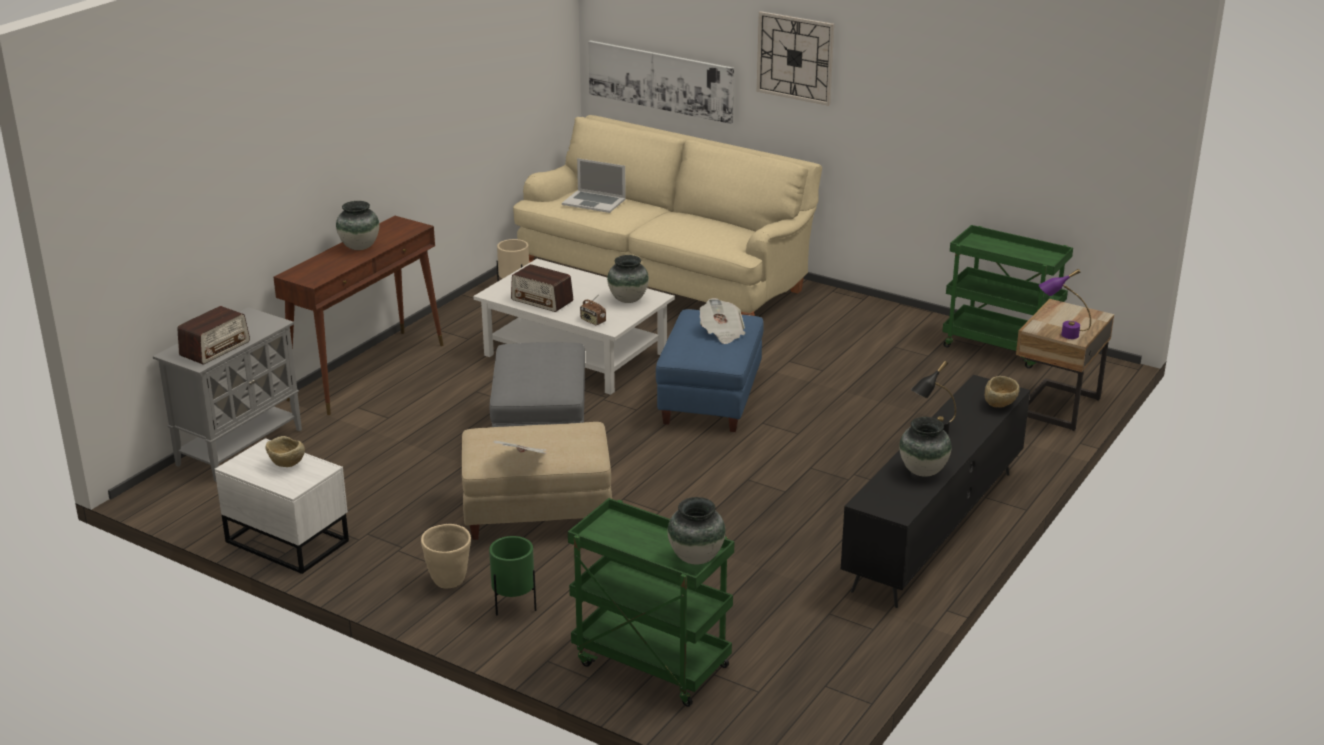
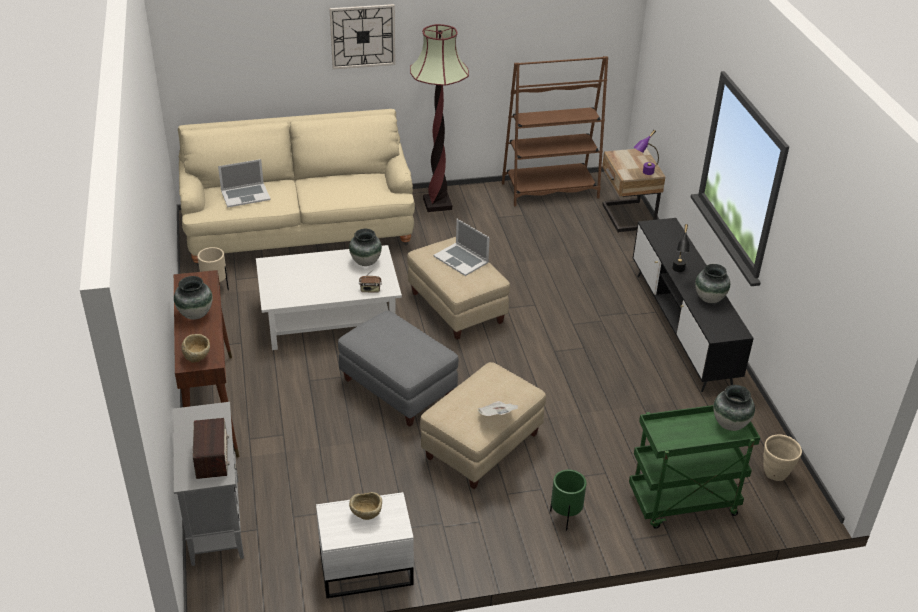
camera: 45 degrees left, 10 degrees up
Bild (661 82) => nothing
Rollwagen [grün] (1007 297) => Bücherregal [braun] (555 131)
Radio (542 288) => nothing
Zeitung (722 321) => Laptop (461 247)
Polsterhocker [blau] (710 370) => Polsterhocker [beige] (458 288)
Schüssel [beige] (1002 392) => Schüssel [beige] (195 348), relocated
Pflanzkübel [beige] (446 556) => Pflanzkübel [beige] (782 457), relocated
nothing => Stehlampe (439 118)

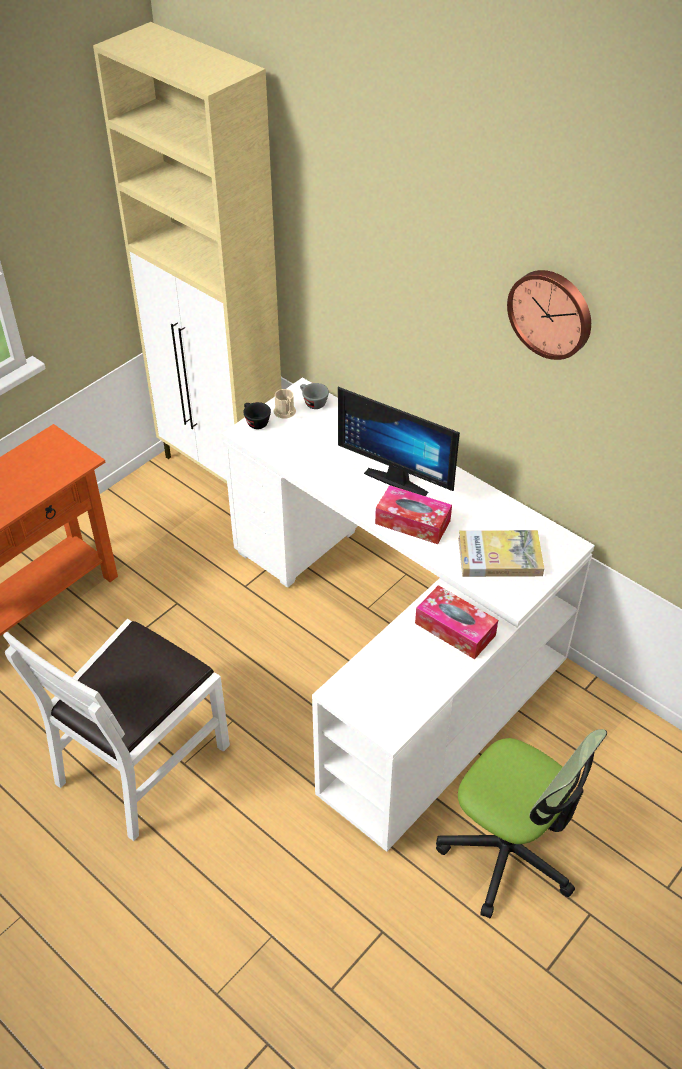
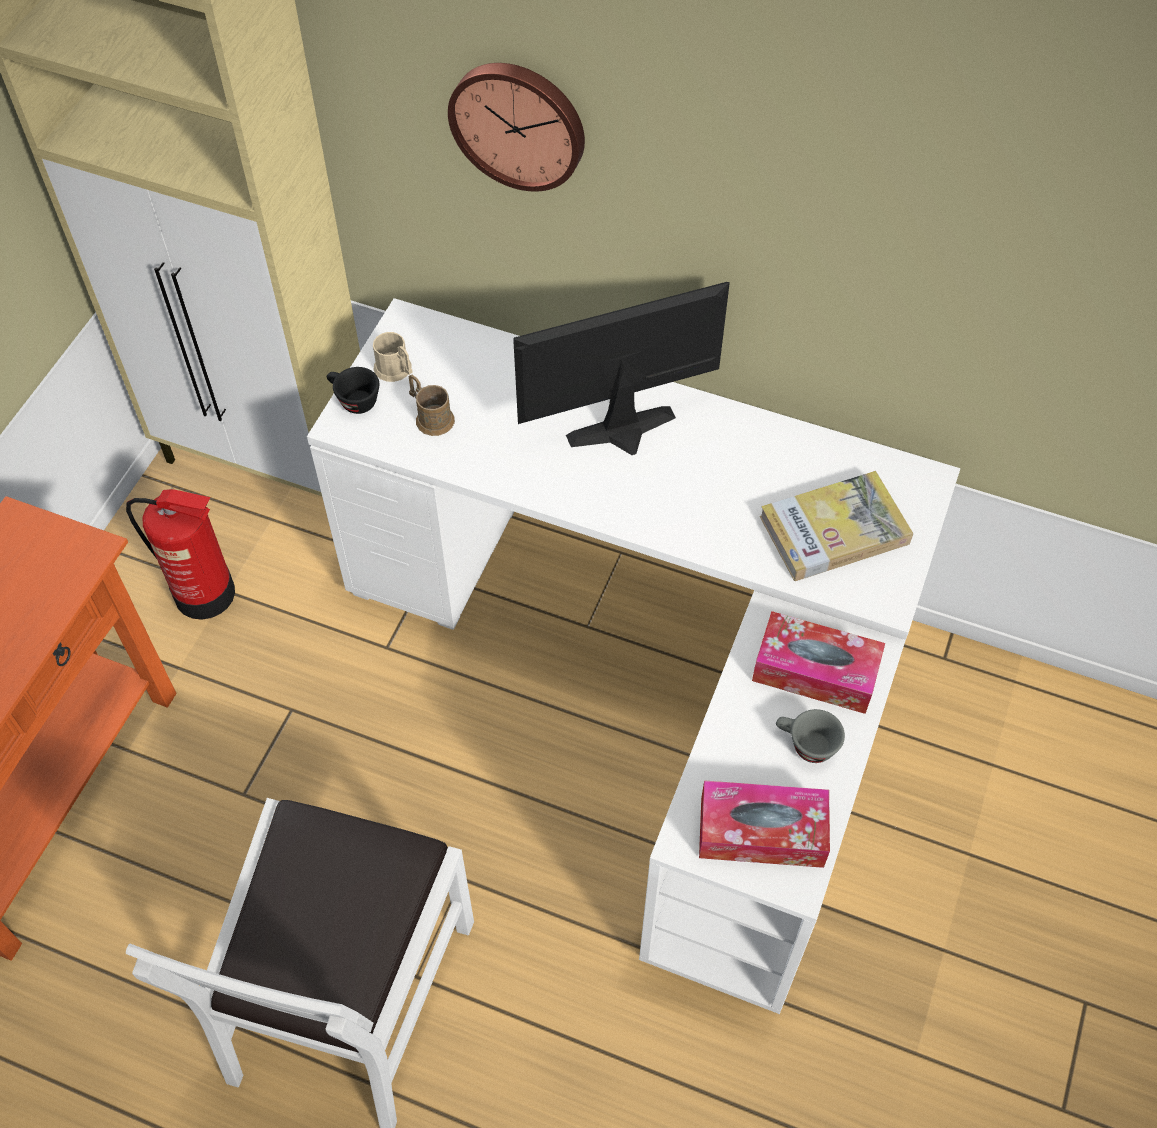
camera: 20 degrees left, 10 degrees up
Wanduhr (549 315) => Wanduhr (516 127), relocated
Tasse [grau] (314 396) => Tasse [grau] (810 736), relocated
Monitor (399 441) => Monitor (621 368), 150 degrees clockwise
Taschentuchbox (413 514) => Taschentuchbox (764 824), relocated
Bürostuhl (521 823) => nothing
nothing => Henkelbecher [braun] (431 405)
nothing => Feuerlöscher (180 553)

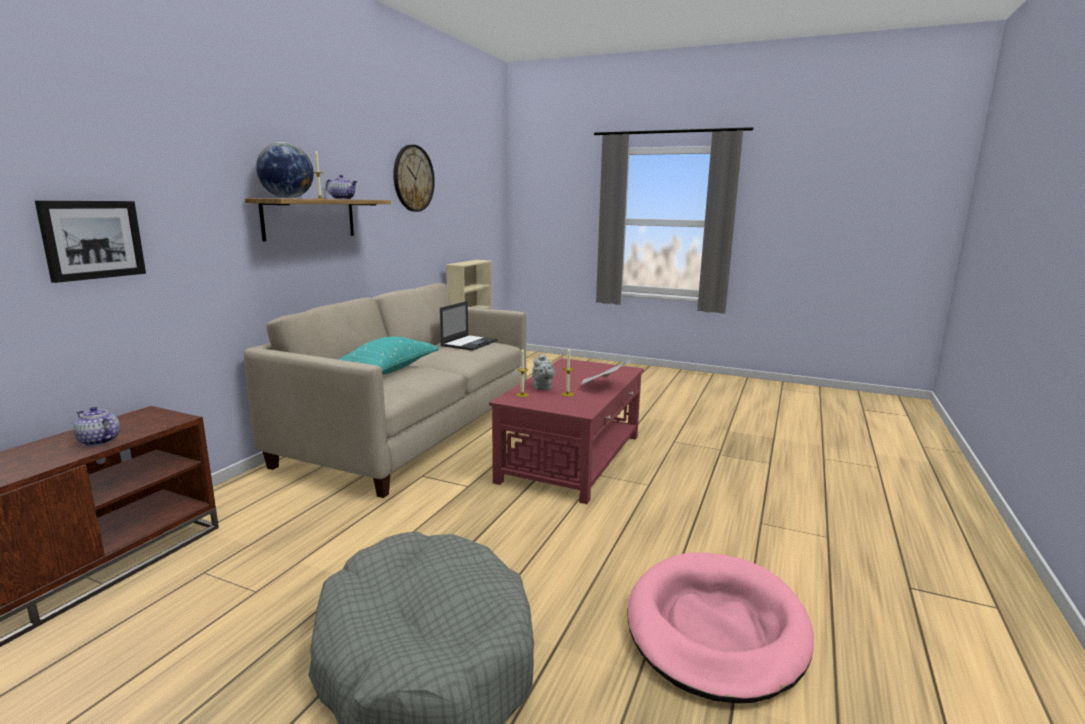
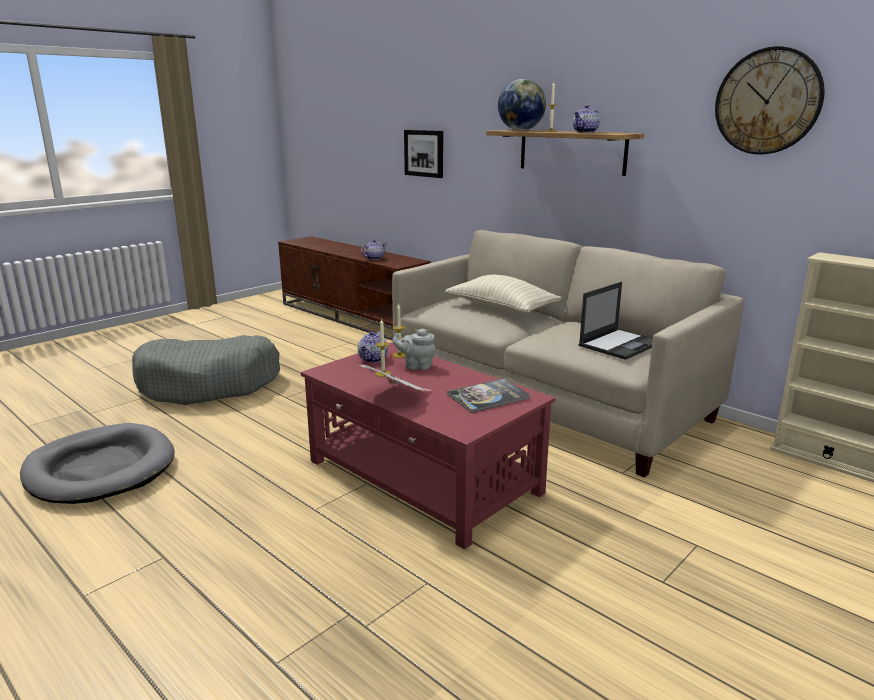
camera: 110 degrees right, 5 degrees up
Laptop (469 326) => Laptop (616 321), 90 degrees counterclockwise
Kissen [türkis] (388 355) => Kissen [beige] (503 294)
Hundebett [rosa] (721 628) => Hundebett [grau] (97 463)
nothing => Teekanne (373 347)
nothing => Buch (488 395)

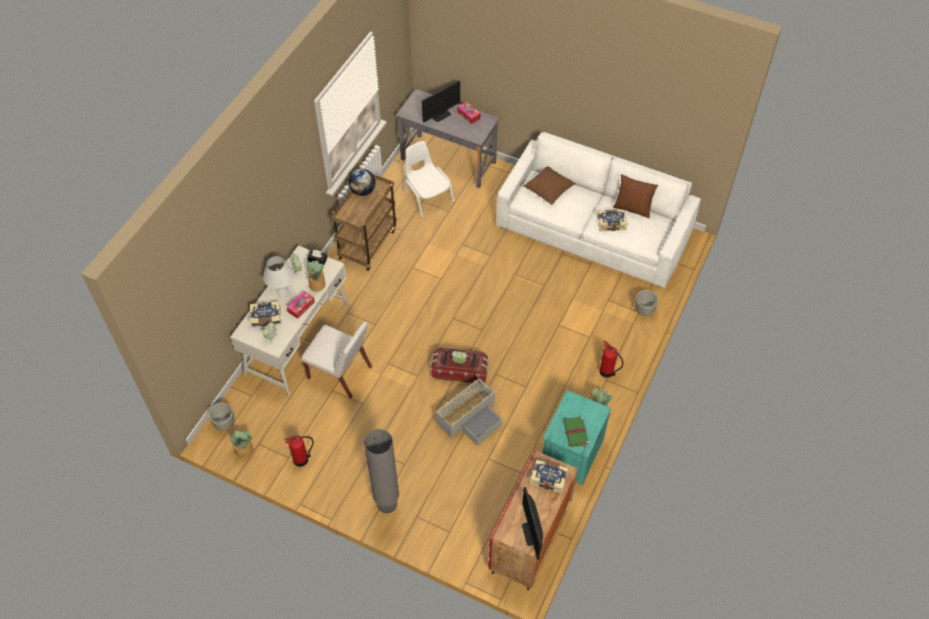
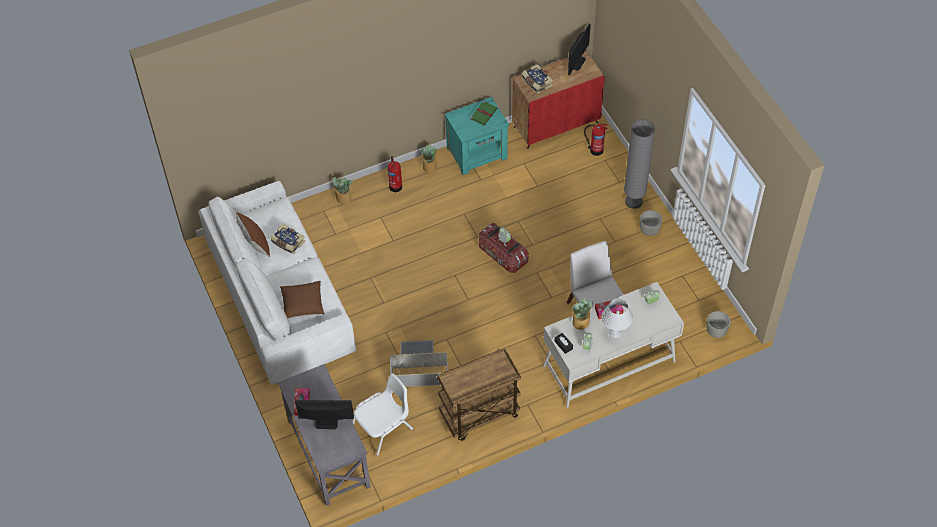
camera: 140 degrees left, 0 degrees up
Stuhl [weiß] (428 179) => Stuhl [weiß] (382 414), 135 degrees counterclockwise
Globus (361 182) => nothing
Pflanzkübel [grau] (646 303) => Pflanzkübel [grau] (651 223), relocated
Buch (265 313) => nothing
Aufbewahrungsbox [grau] (468 411) => Aufbewahrungsbox [grau] (419 363), relocated
Topfpflanze (242 444) => Topfpflanze (342 190), relocated
Feuerlöscher (299 451) => Feuerlöscher (596 140), relocated

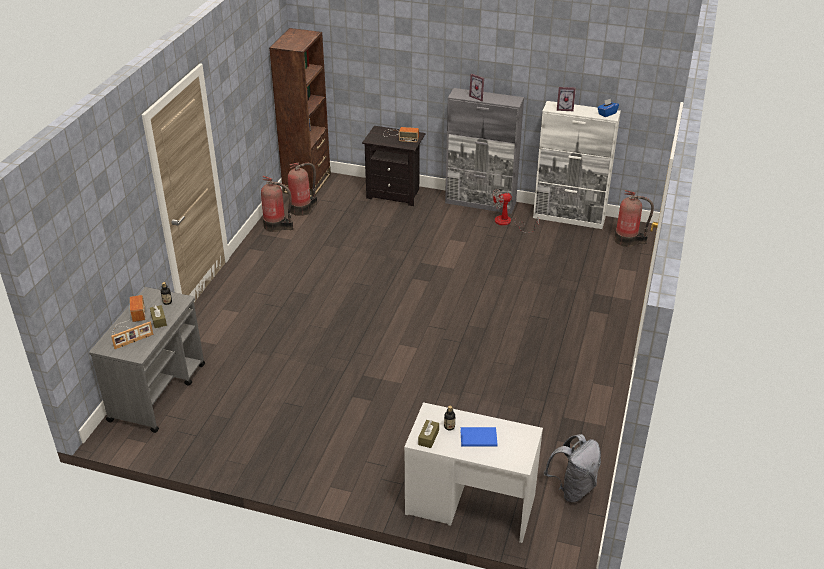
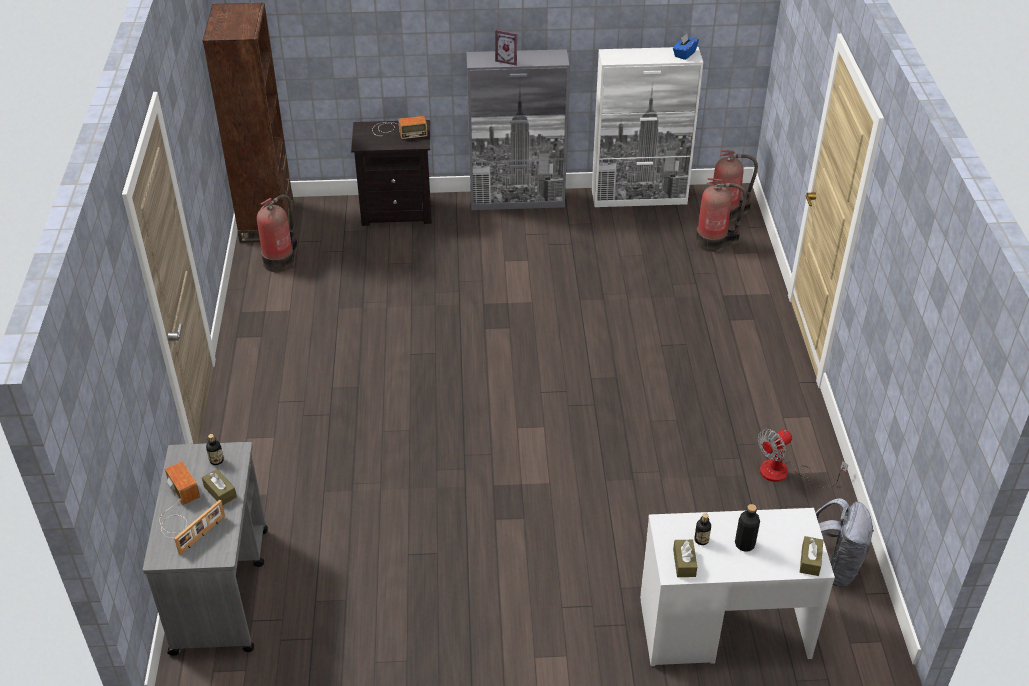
camera: 20 degrees left, 5 degrees up
Bilderrahmen (566 99) => nothing
Feuerlöscher (277 204) => Feuerlöscher (721 215), relocated
Ventilator (516 211) => Ventilator (803 458), relocated
Buch [blau] (478 437) => Flasche [schwarz] (747 528)
nothing => Taschentuchbox [braun] (811 556)

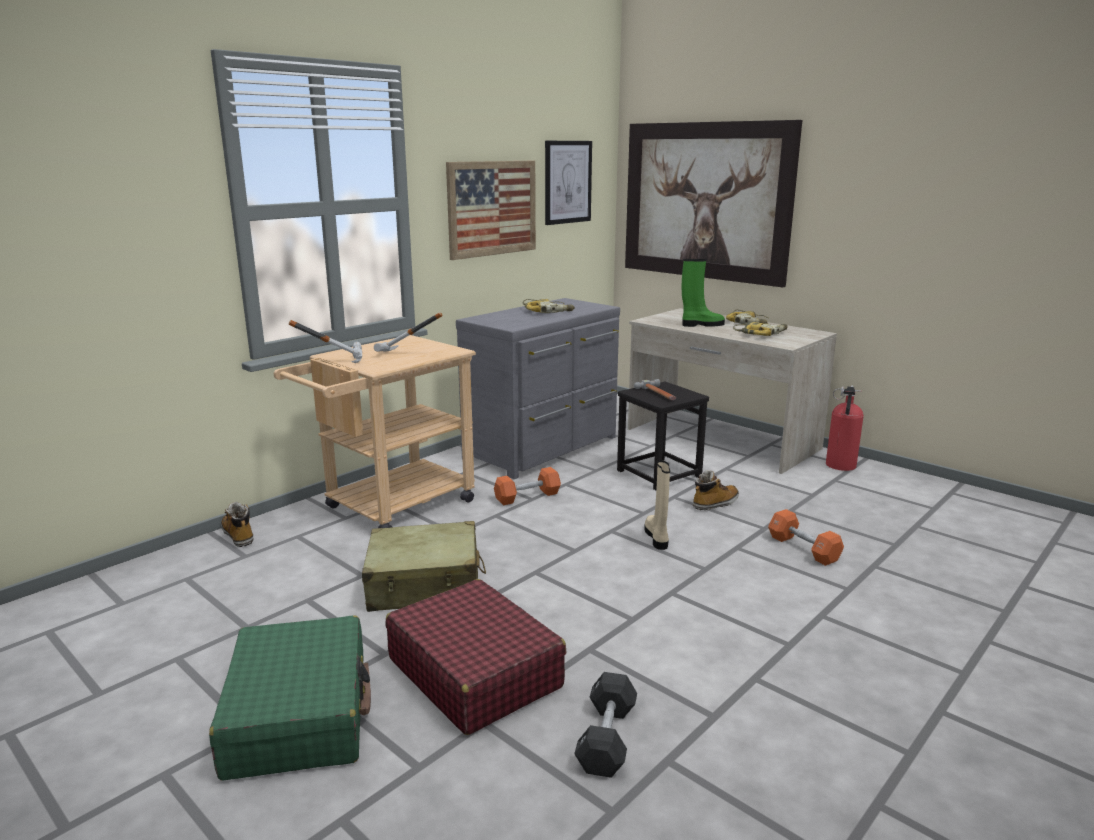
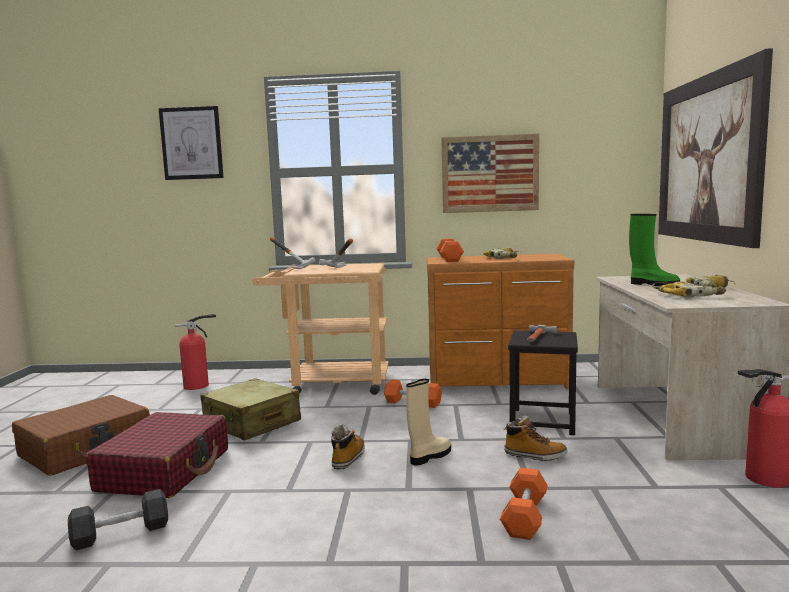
camera: 50 degrees right, 10 degrees down
Bild (568 183) => Bild (191 143), relocated
Kommode [grau] (538 388) => Kommode [braun] (500 321)
Stiefel (237 524) => Stiefel (348 446), relocated
Koffer [grün] (290 698) => Koffer [braun] (81 435)
nothing => Hantel [orange] (450 250)
nothing => Feuerlöscher (195 352)

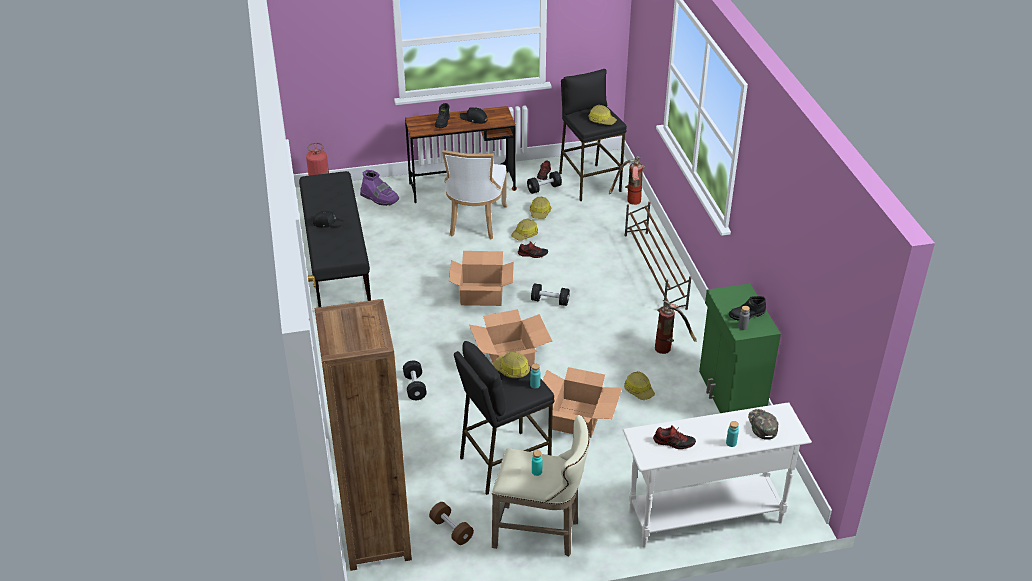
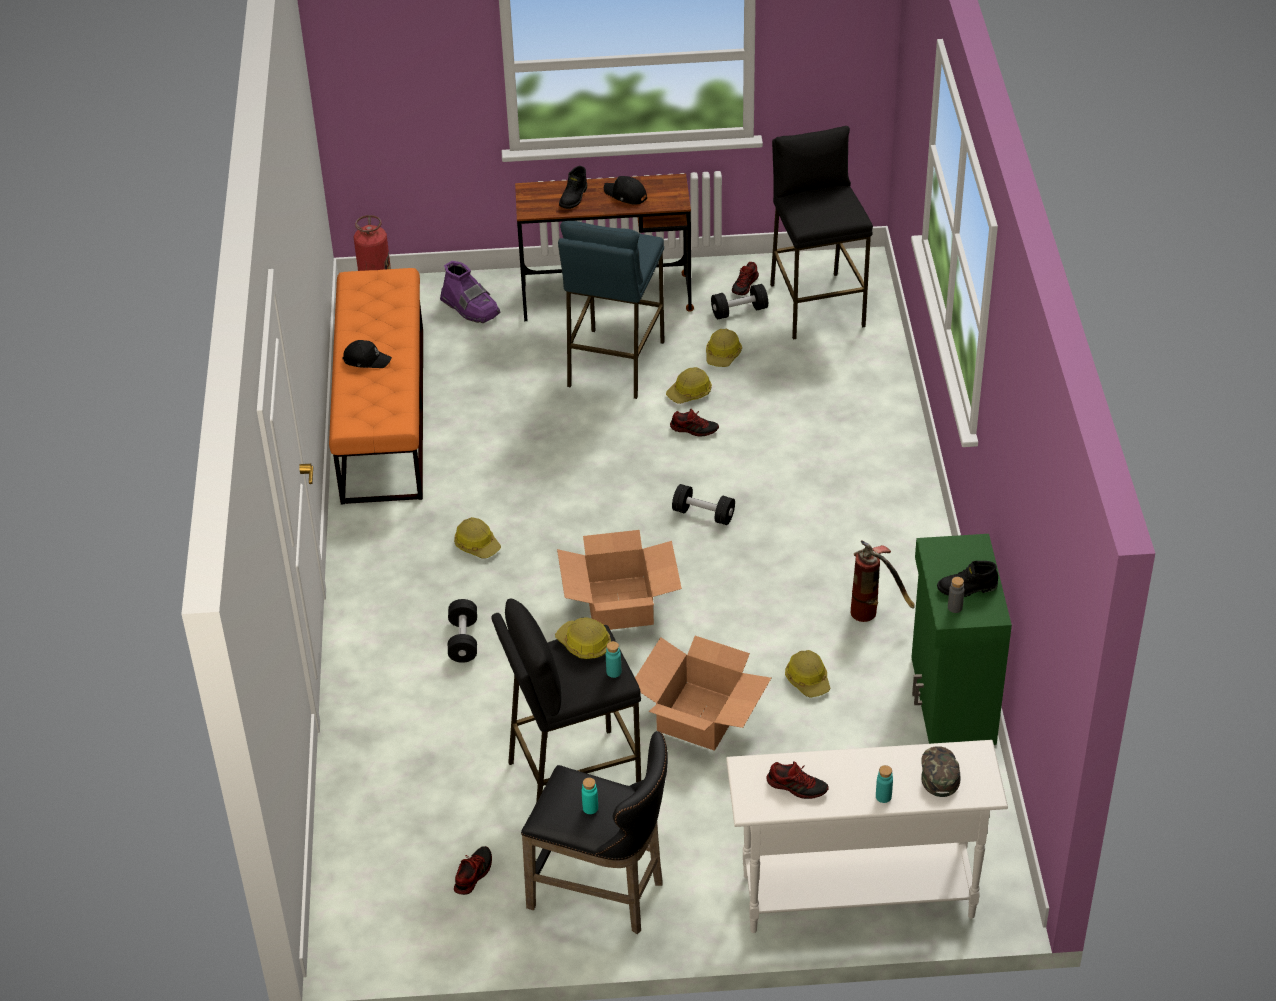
camera: 10 degrees right, 5 degrees up
Schutzhelm (603 115) => Schutzhelm (477 537), relocated
Stuhl [weiß] (474 195) => Hocker [blau] (611 310)
Feuerlöscher (627 180) => nothing
Bank [schwarz] (335 239) => Bank [orange] (376 386)
Schuhregal [braun] (657 256) => nothing
Karton (481 278) => nothing
Bücherregal [braun] (363 435) => nothing
Hocker [beige] (541 486) => Hocker [schwarz] (594 832)
Hantel [braun] (451 523) => Schuh (473 870)

